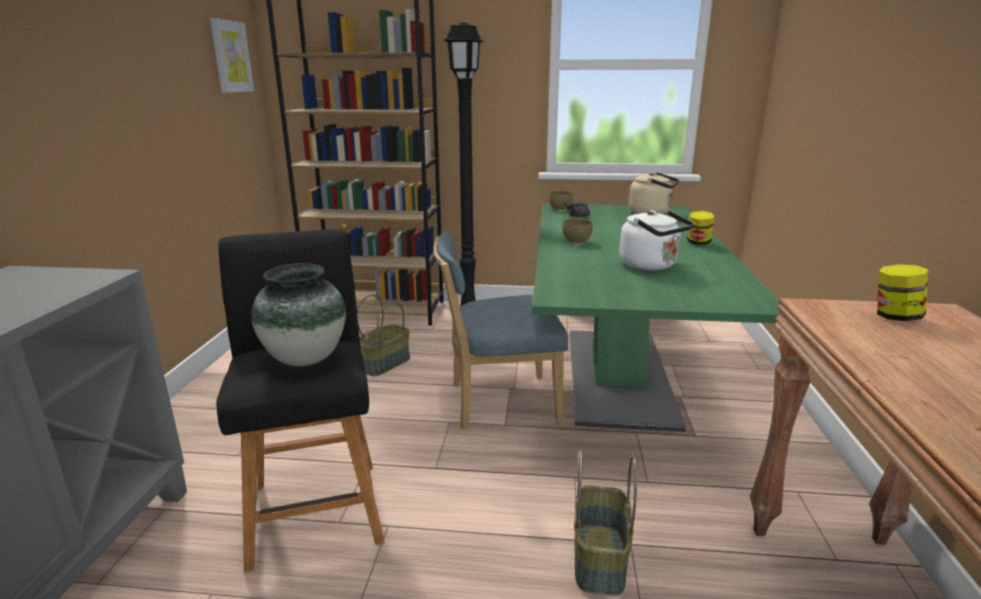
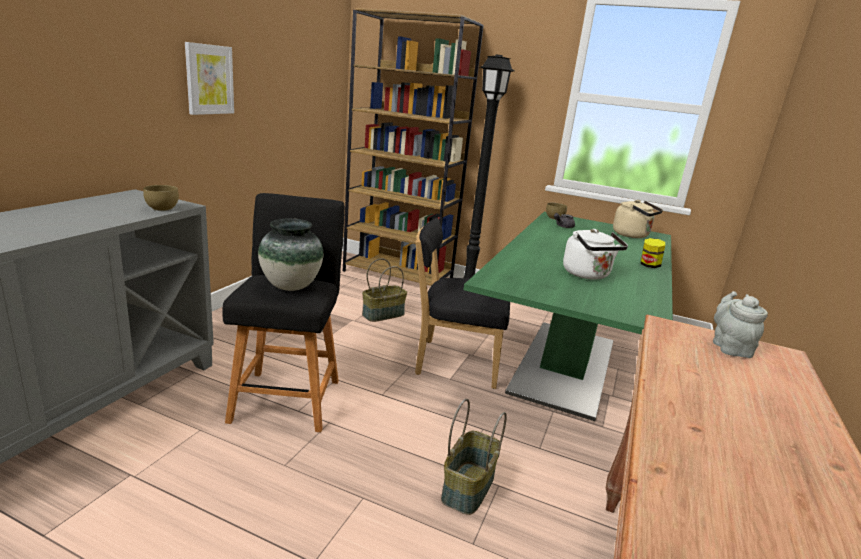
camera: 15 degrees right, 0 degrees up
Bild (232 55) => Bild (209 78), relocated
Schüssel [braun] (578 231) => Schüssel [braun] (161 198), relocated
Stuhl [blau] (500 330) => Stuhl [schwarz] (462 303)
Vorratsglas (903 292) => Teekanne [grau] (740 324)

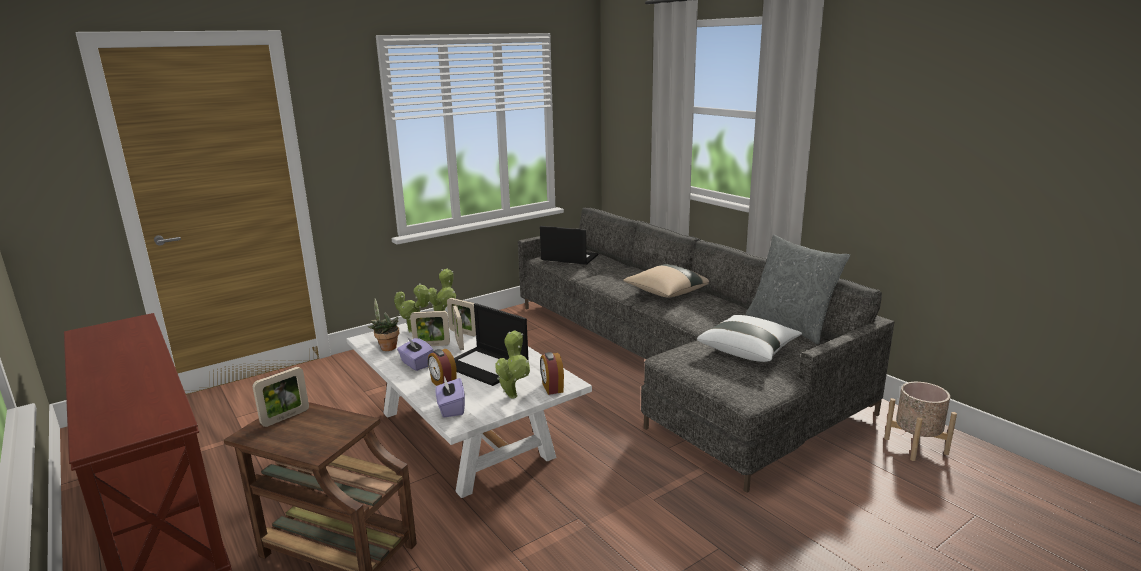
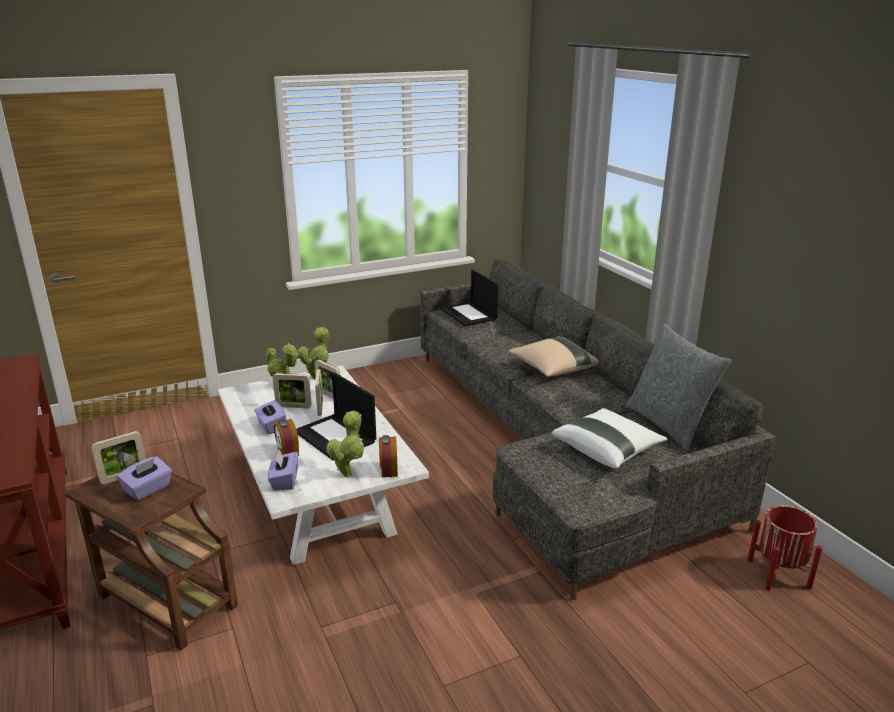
camera: 10 degrees right, 5 degrees up
Laptop (569 245) => Laptop (470 298), 150 degrees counterclockwise
Topfpflanze (383 324) => nothing
Pflanzkübel [beige] (920 421) => Pflanzkübel [rot] (785 548)
nothing => Taschentuchbox [lila] (144 478)

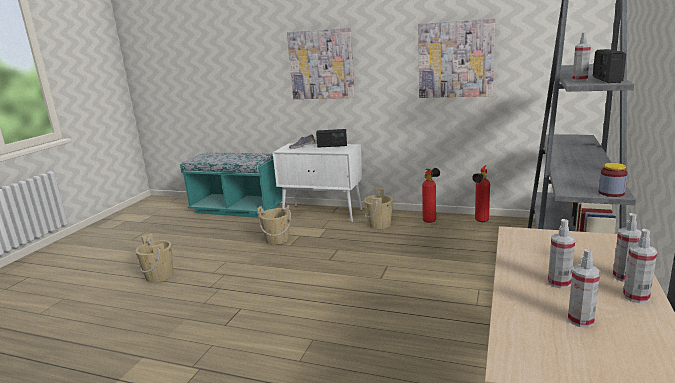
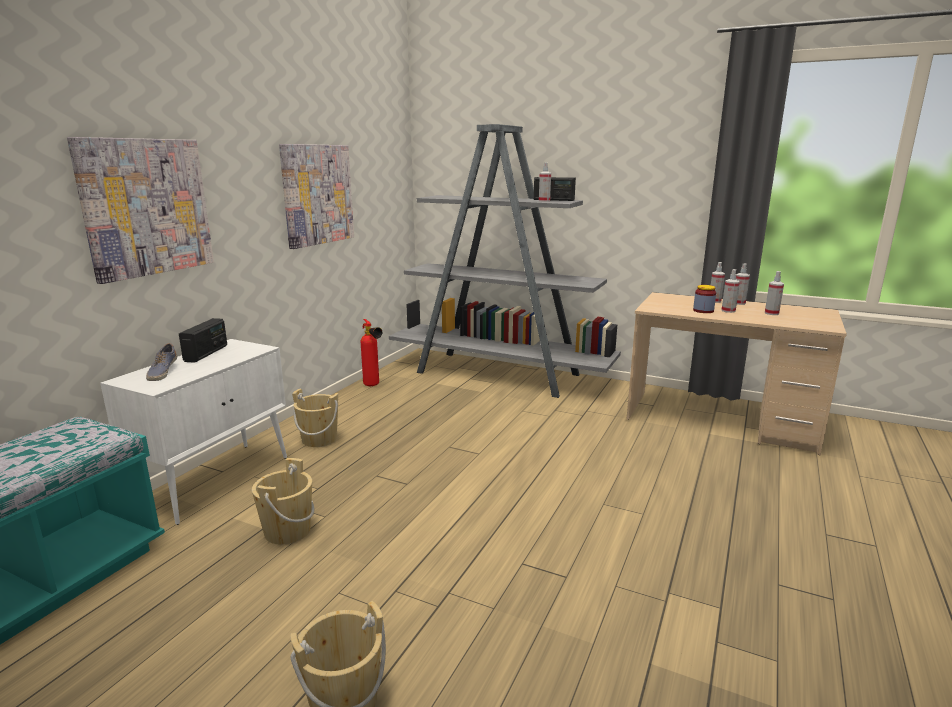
camera: 85 degrees left, 0 degrees up
Vorratsglas (613 180) => Vorratsglas (704 299), relocated
Feuerlöscher (431 195) => nothing

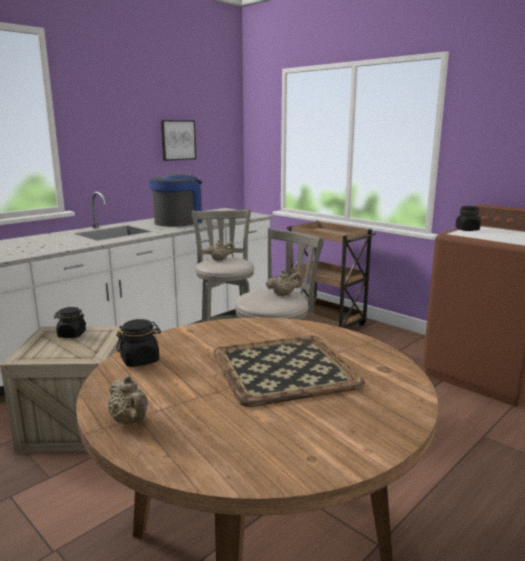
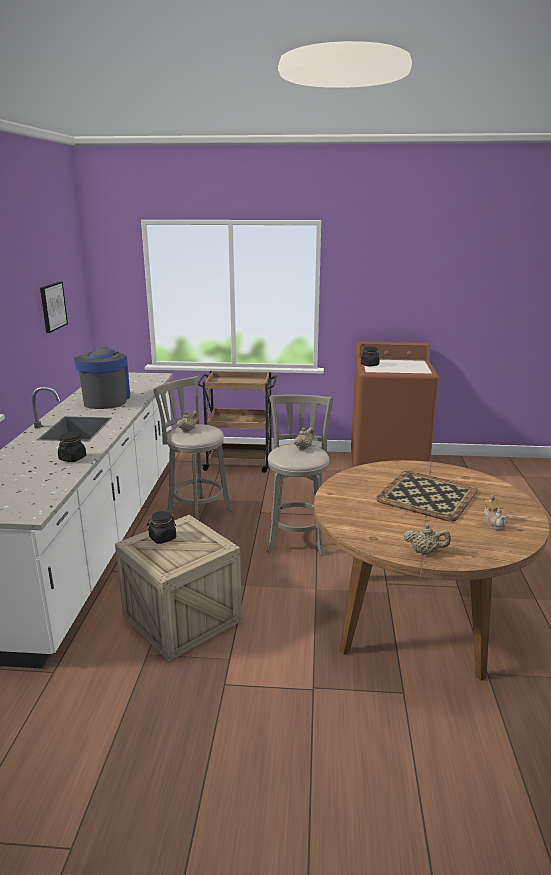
camera: 40 degrees left, 5 degrees up
Vorratsglas [schwarz] (138 343) => Vorratsglas [schwarz] (72 447), relocated
nothing => Teekanne (495 512)

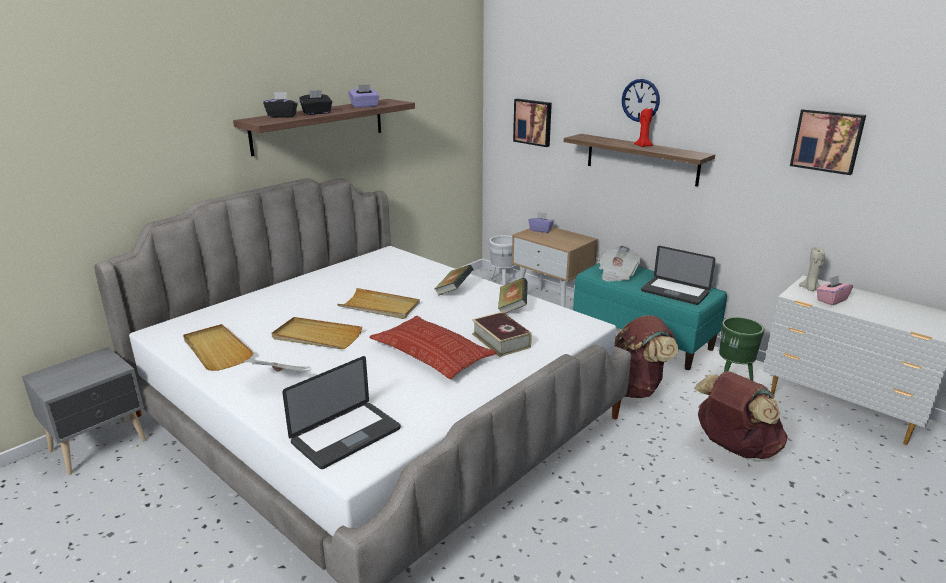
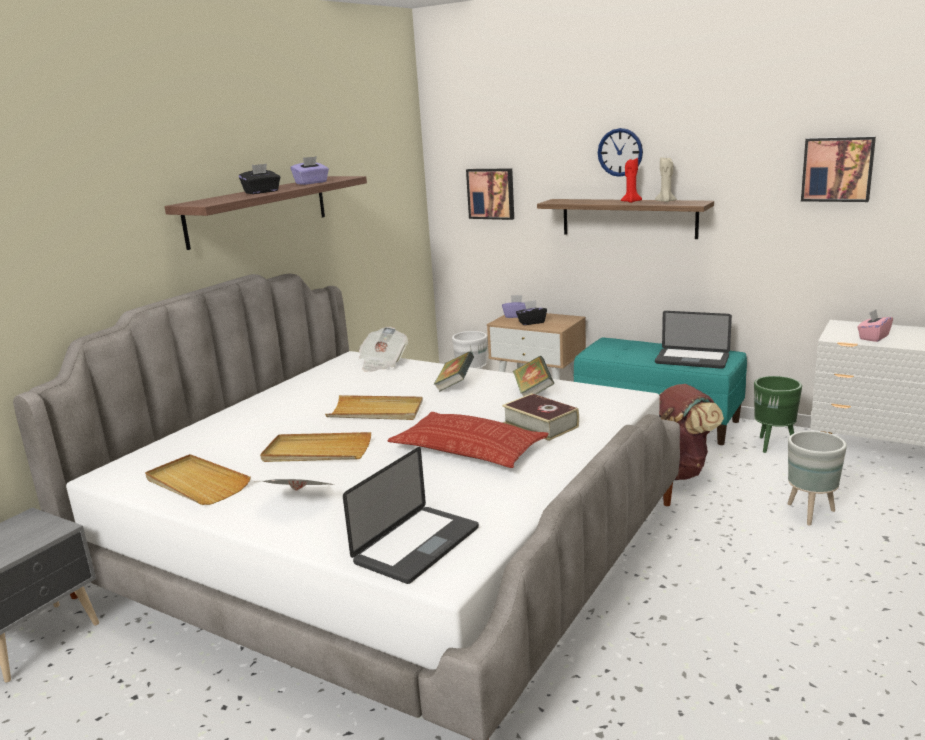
camera: 10 degrees left, 5 degrees down
Taschentuchbox [schwarz] (280 105) => Taschentuchbox [schwarz] (531 312), relocated
Zeitung (620 263) => Zeitung (384 349), relocated
Kerze [beige] (812 269) => Kerze [beige] (666 179), relocated
Rucksack [braun] (741 415) => Pflanzkübel [grau] (817 478)

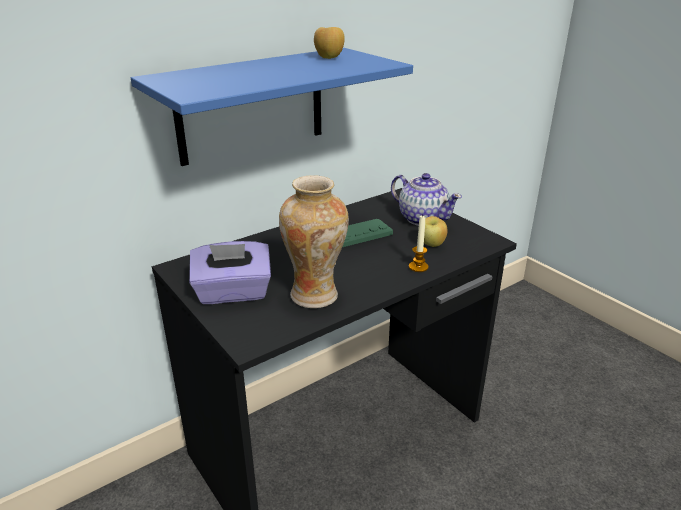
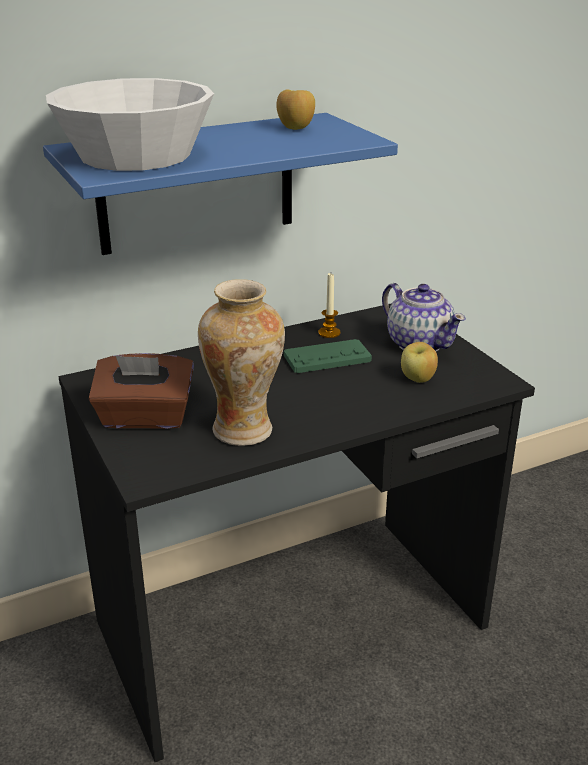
camera: 10 degrees right, 0 degrees up
Kerze (418 243) => Kerze (329 305), relocated
Taschentuchbox [lila] (230 272) => Taschentuchbox [braun] (141 391)
nothing => Schüssel [weiß] (130 124)

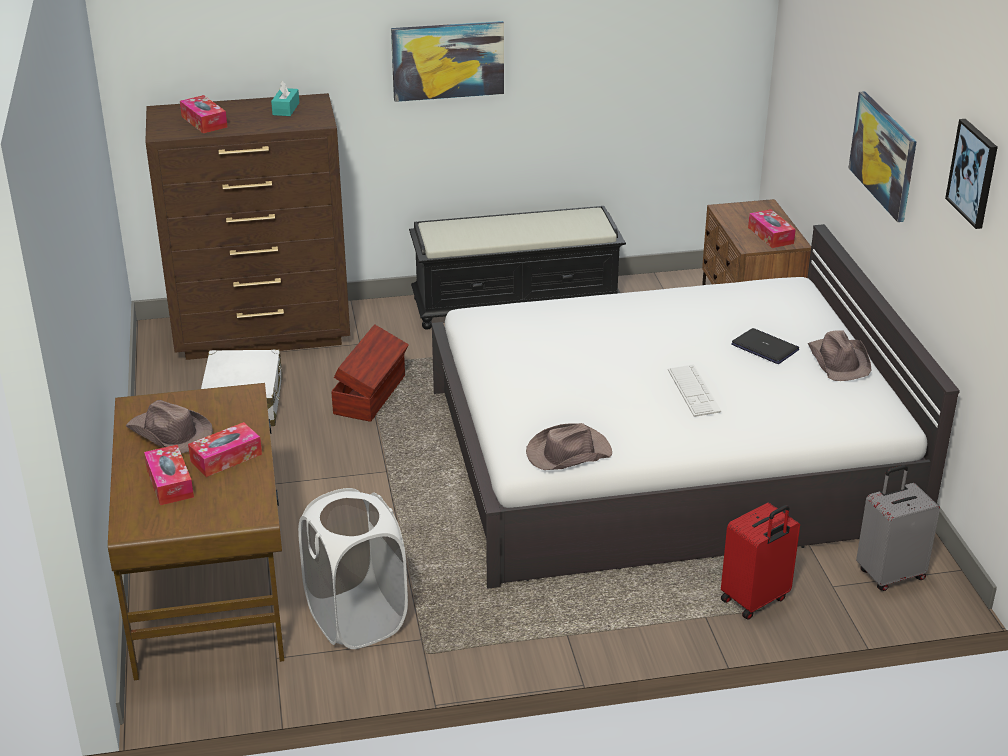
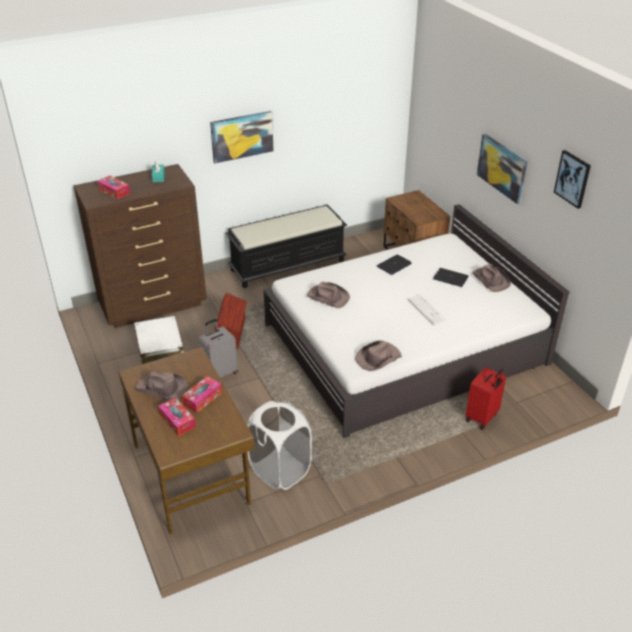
camera: 15 degrees left, 5 degrees up
Taschentuchbox (772 228) => nothing
Koffer [grau] (898 528) => Koffer [grau] (218 348), relocated
nothing => Laptop (394 265)
nothing => Hut [braun] (328 295)

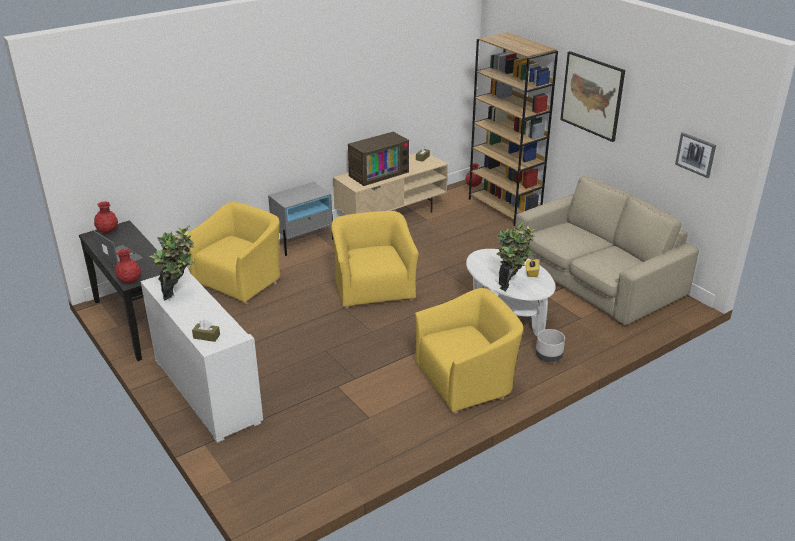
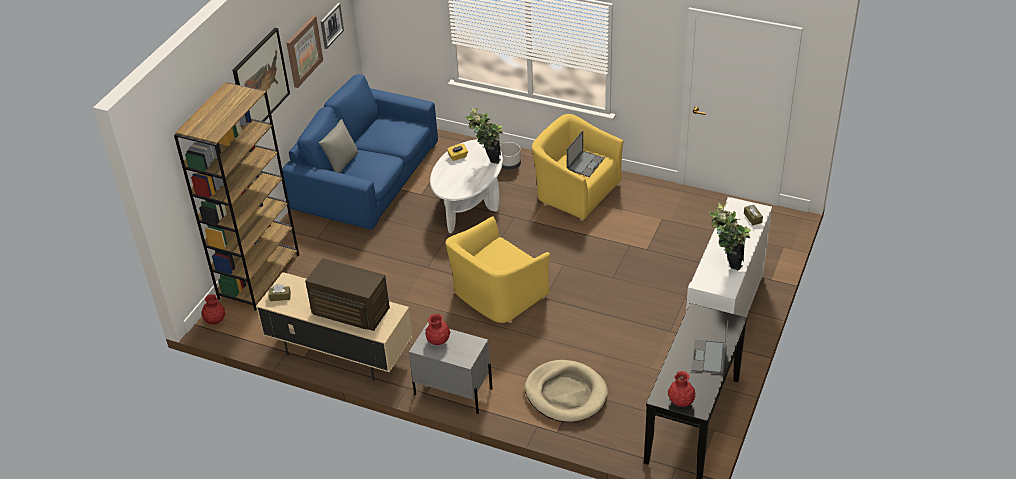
camera: 120 degrees left, 10 degrees up
Sofa [beige] (607 250) => Sofa [blau] (360 152)
Sessel [gelb] (233 253) => Hundebett [beige] (566 391)
Vase [rot] (128 266) => Vase [rot] (437 329), relocated
nothing => Bild (305 52)
nothing => Kissen [grau] (339 146)
nothing => Laptop (586 154)

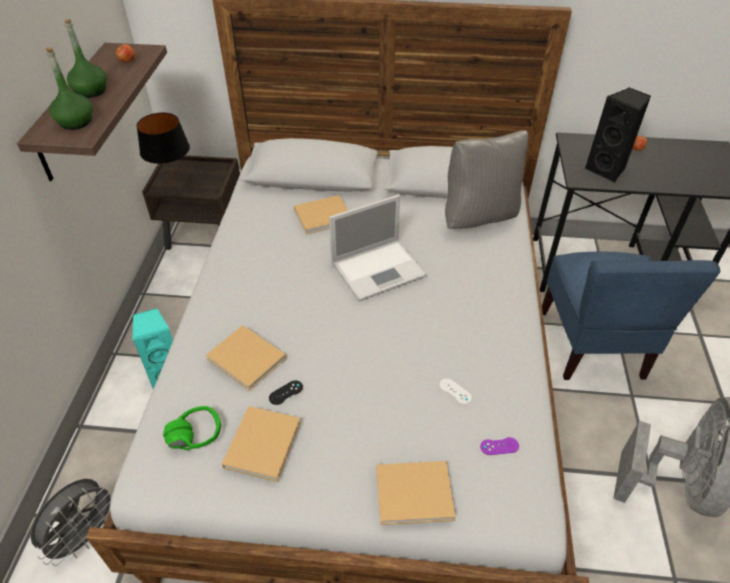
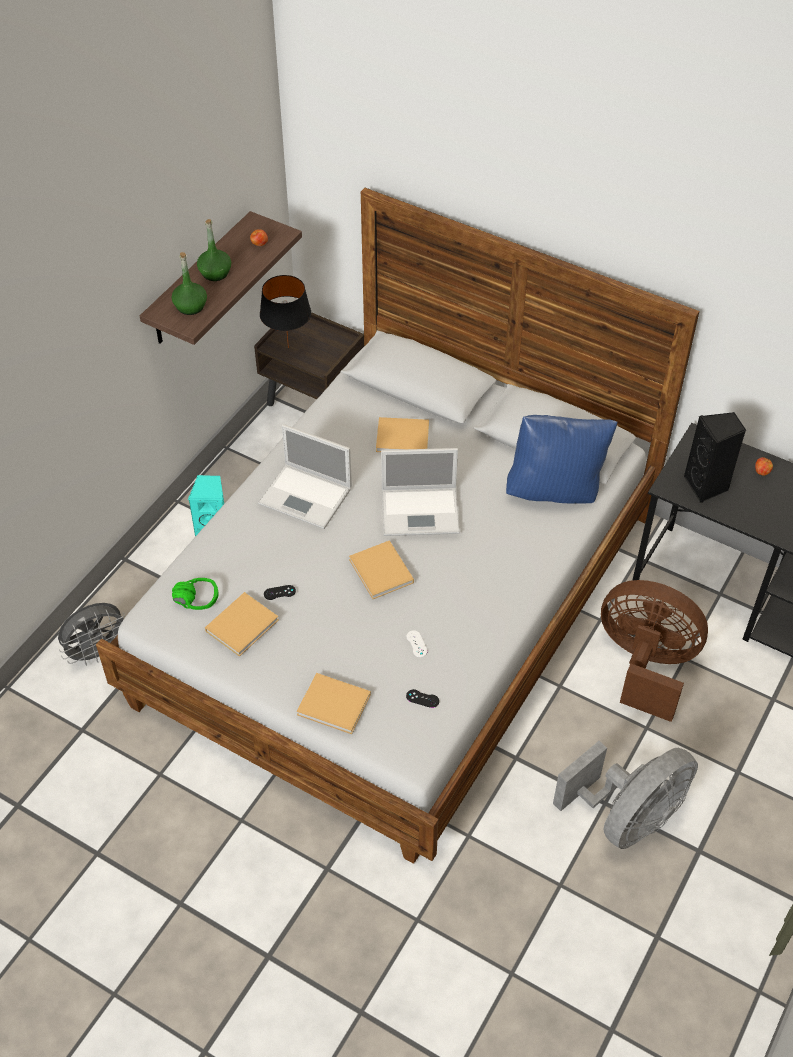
camera: 25 degrees right, 5 degrees up
Kissen [grau] (486 179) => Kissen [blau] (561 459)
Stuhl [blau] (631 315) => Ventilator [braun] (654 651)
Buch [beige] (246 358) => Buch [beige] (381 569), relocated
Gamepad [lila] (499 446) => Gamepad [schwarz] (422 698)
nothing => Laptop (305 476)

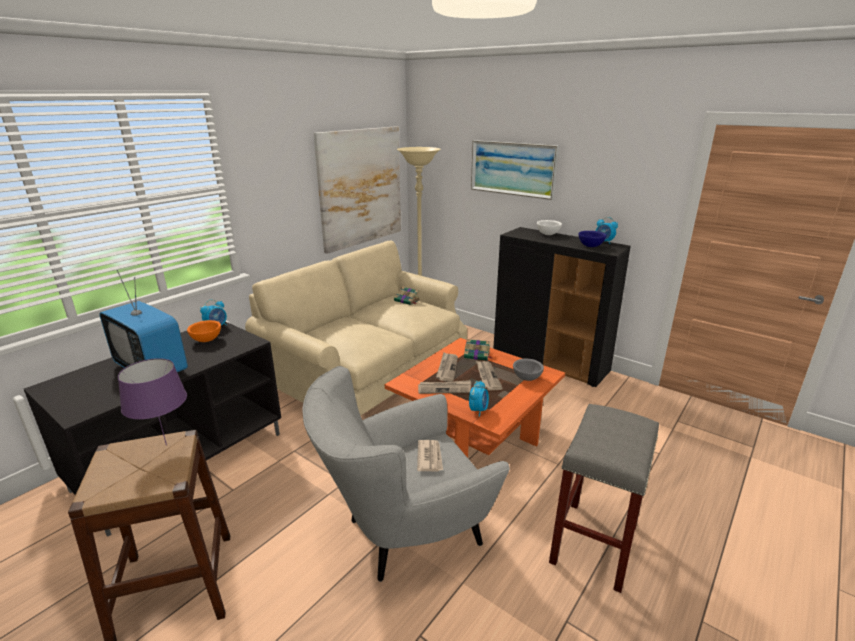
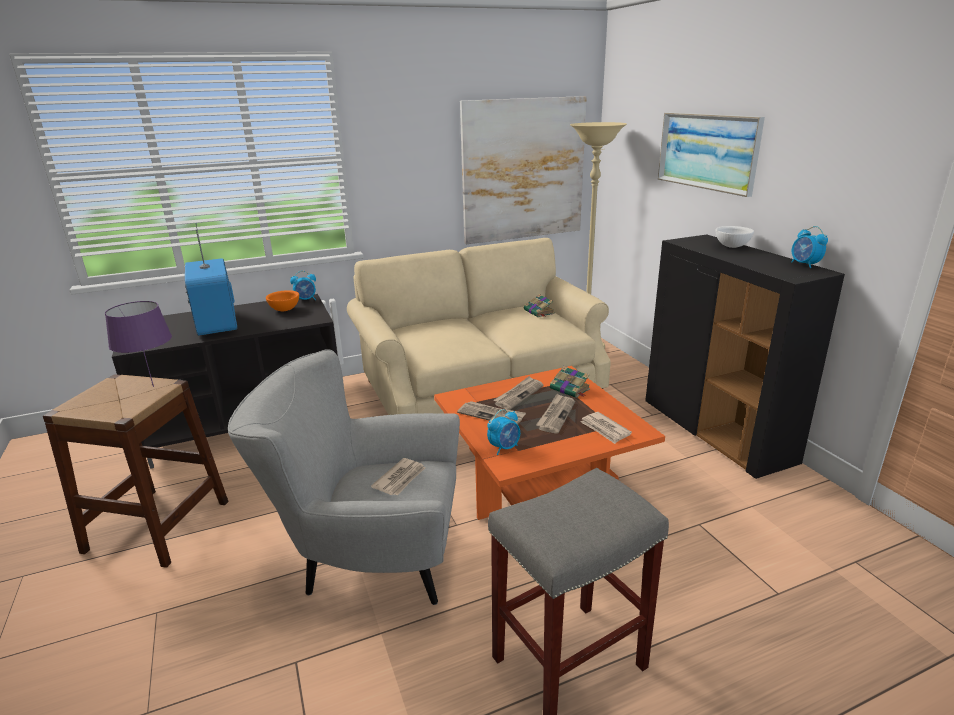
camera: 30 degrees right, 0 degrees up
Schüssel [blau] (592 239) => nothing
Schüssel [grau] (528 370) => Zeitung (606 428)

